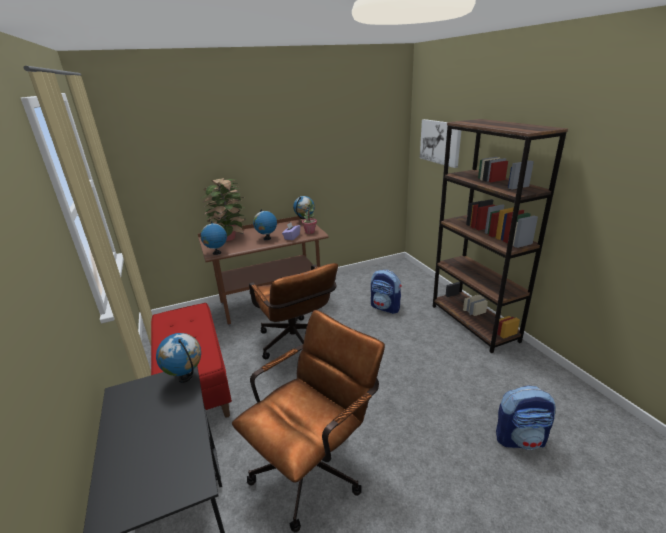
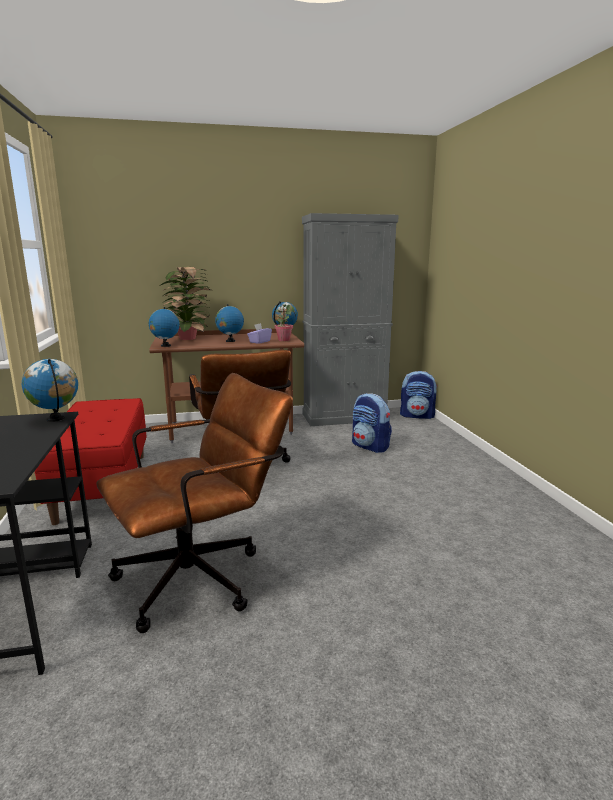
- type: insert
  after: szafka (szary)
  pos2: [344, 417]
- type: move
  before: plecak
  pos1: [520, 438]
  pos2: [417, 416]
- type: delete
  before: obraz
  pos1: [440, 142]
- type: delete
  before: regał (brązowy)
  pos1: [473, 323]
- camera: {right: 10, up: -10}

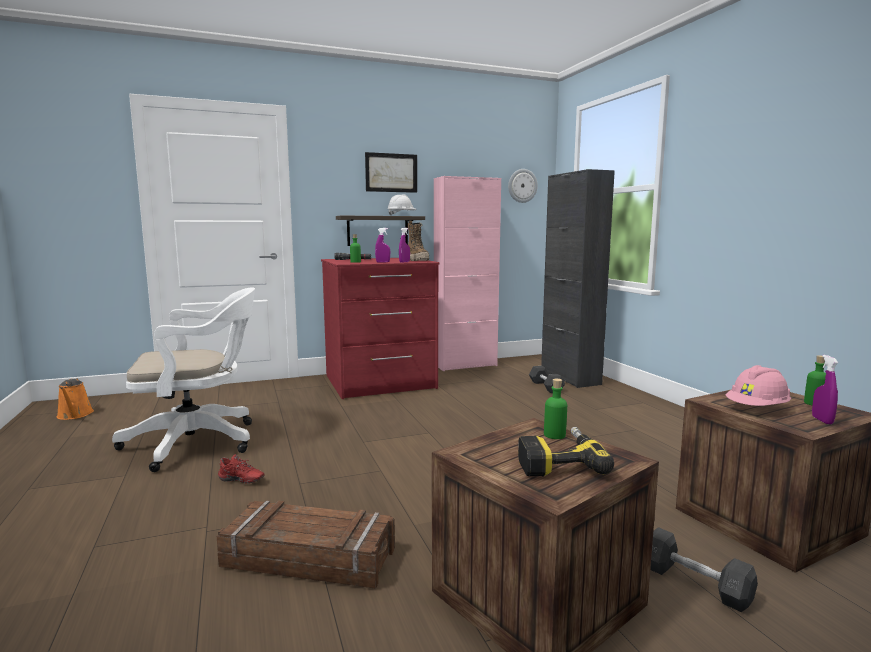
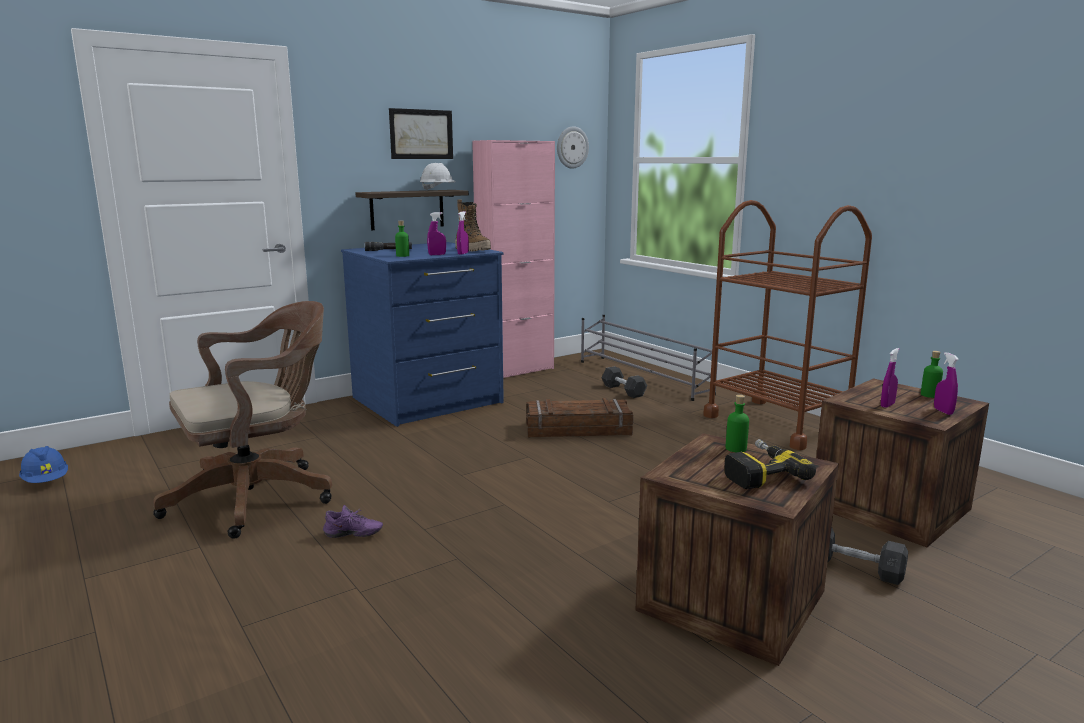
- type: replace
  before: konewka (pomarańczowy)
  after: kask (niebieski)
  pos1: [74, 415]
  pos2: [46, 481]
- type: recolor
  before: krzesło biurowe (biały)
  after: krzesło biurowe (brązowy)
  pos1: [199, 442]
  pos2: [259, 497]
- type: recolor
  before: but (czerwony)
  after: but (fioletowy)
  pos1: [240, 481]
  pos2: [353, 536]
- type: recolor
  before: komoda (czerwony)
  after: komoda (niebieski)
  pos1: [380, 382]
  pos2: [428, 401]
- type: move
  before: skrzynka
  pos1: [310, 557]
  pos2: [578, 429]
- type: replace
  before: szafka (czarny)
  after: regał na buty (szary)
  pos1: [570, 377]
  pos2: [643, 377]
- type: insert
  after: wózek (brązowy)
  pos2: [777, 423]
- type: replace
  before: kask (różowy)
  after: spryskiwacz (fioletowy)
  pos1: [757, 409]
  pos2: [887, 405]
- camera: {right: -15, up: 5}

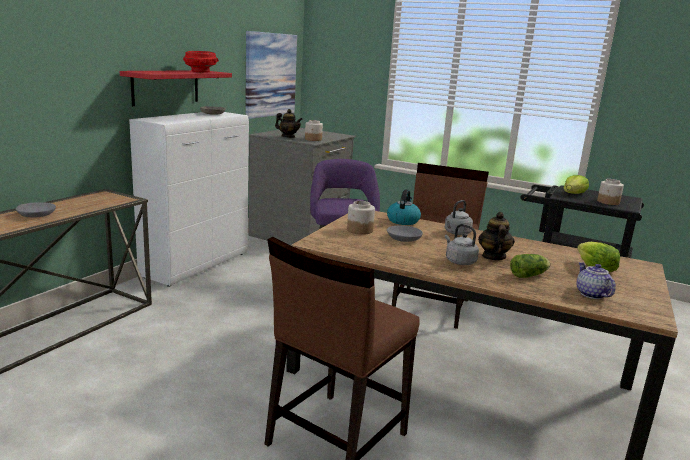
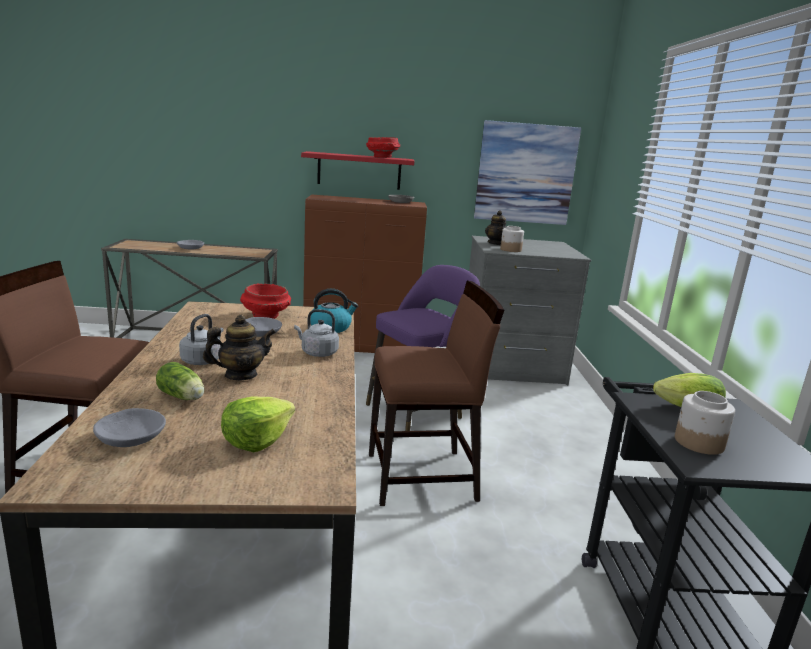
- type: replace
  before: imbryk
  after: miska (szary)
  pos1: [590, 294]
  pos2: [131, 436]
- type: replace
  before: słoik
  after: miska (czerwony)
  pos1: [359, 230]
  pos2: [266, 316]
- type: recolor
  before: szafka (biały)
  after: szafka (brązowy)
  pos1: [197, 265]
  pos2: [361, 347]
- camera: {right: 60, up: 0}

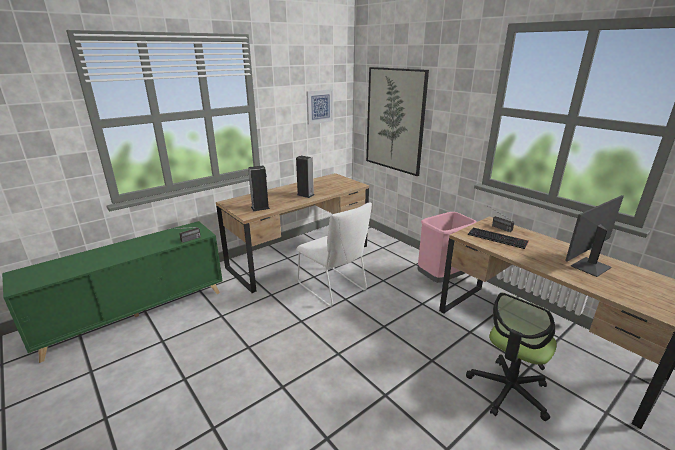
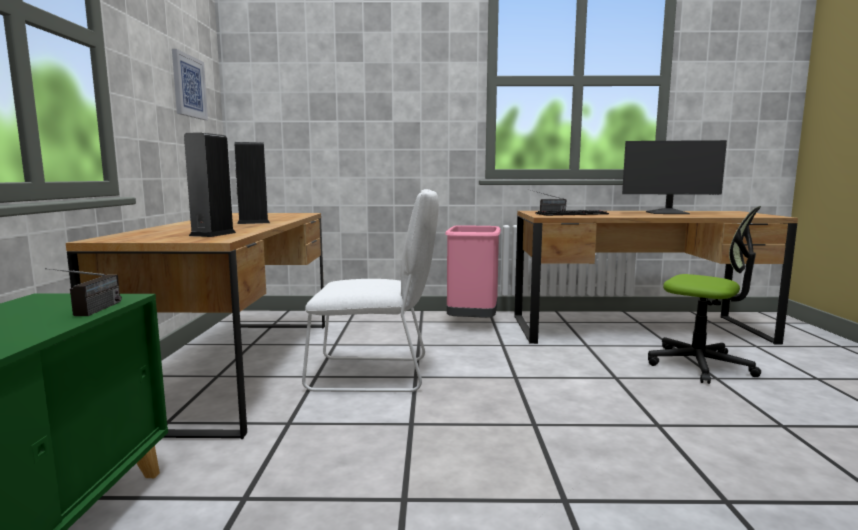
- type: rotate
  before: monitor
  pos1: [589, 266]
  pos2: [668, 213]
  turn: -90
- type: rotate
  before: krzesło biurowe
  pos1: [508, 390]
  pos2: [700, 365]
  turn: -45
- type: delete
  before: obraz
  pos1: [395, 120]
- camera: {right: -50, up: -15}

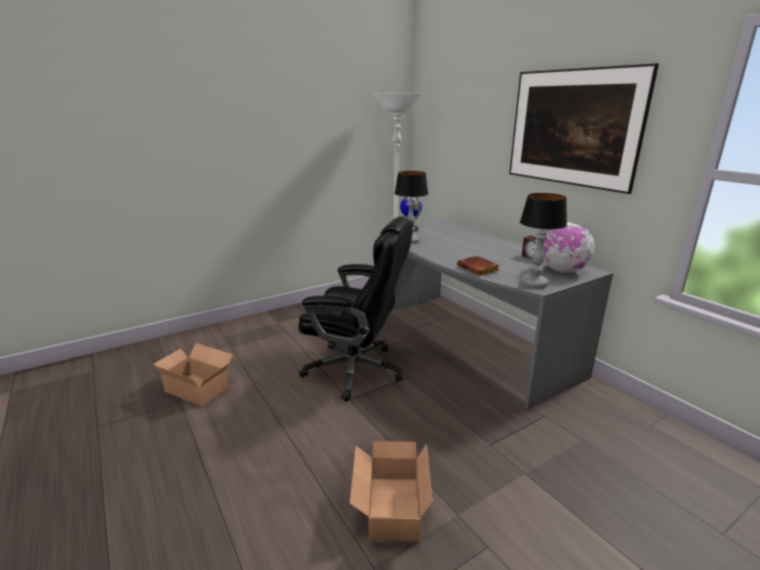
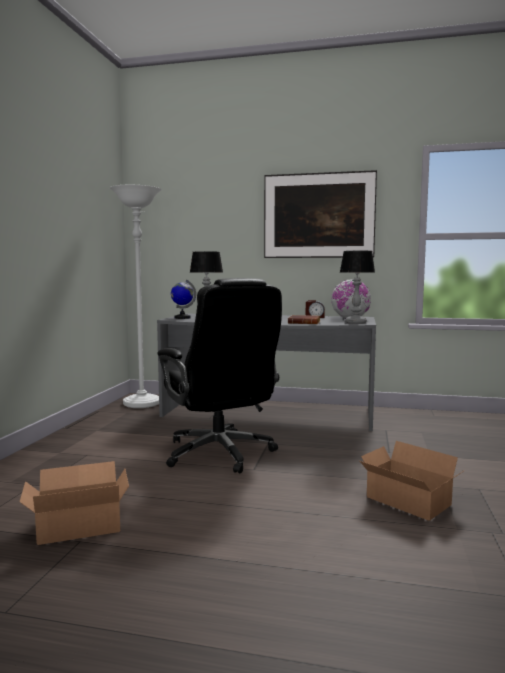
- type: rotate
  before: krzesło biurowe (czarny)
  pos1: [356, 370]
  pos2: [220, 453]
  turn: 90
- camera: {right: -45, up: -15}

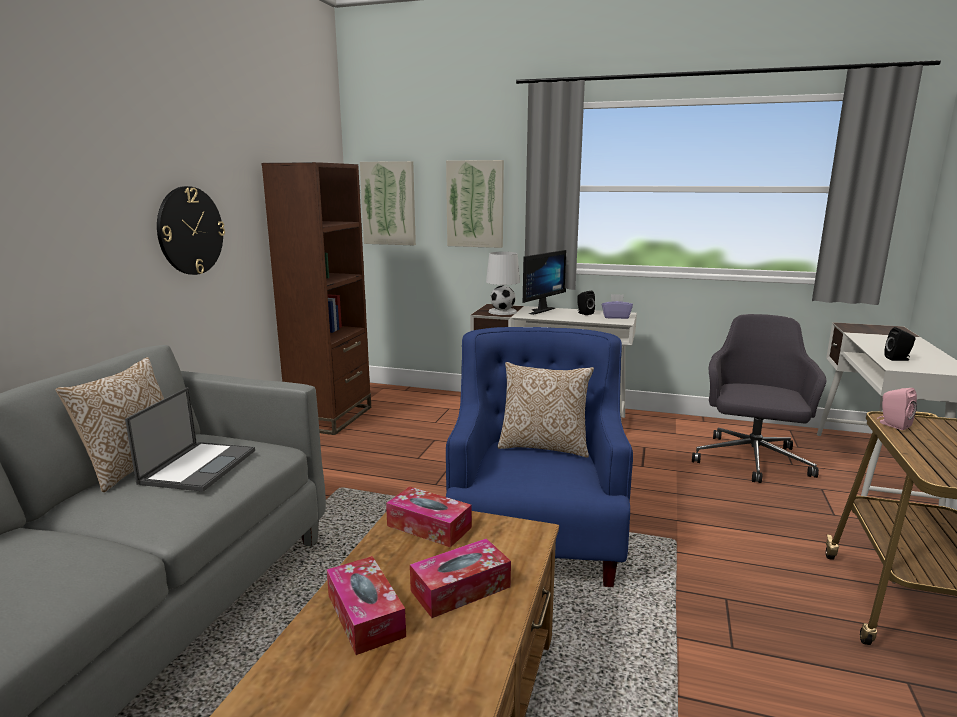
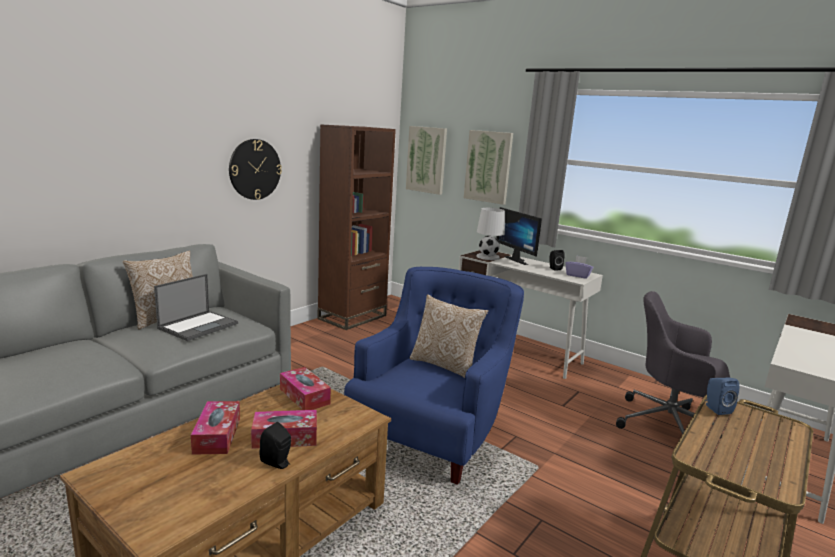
- type: move
  before: głośnik (czarny)
  pos1: [898, 359]
  pos2: [277, 463]
- type: rotate
  before: monitor
  pos1: [538, 310]
  pos2: [518, 260]
  turn: 90
- type: rotate
  before: krzesło biurowe (szary)
  pos1: [751, 461]
  pos2: [669, 425]
  turn: -105
- type: recolor
  before: głośnik (różowy)
  after: głośnik (niebieski)
  pos1: [892, 424]
  pos2: [715, 409]
- camera: {right: 20, up: 0}

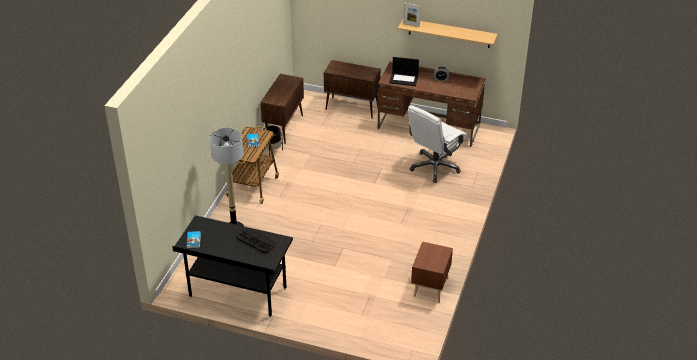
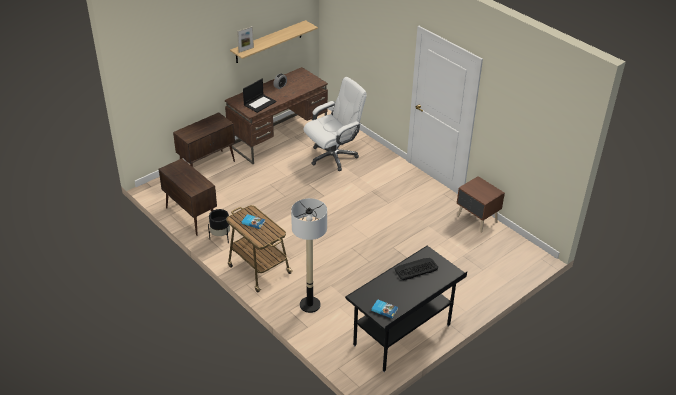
- type: rotate
  before: krzesło biurowe (biały)
  pos1: [434, 167]
  pos2: [333, 156]
  turn: -105
- camera: {right: -60, up: 0}

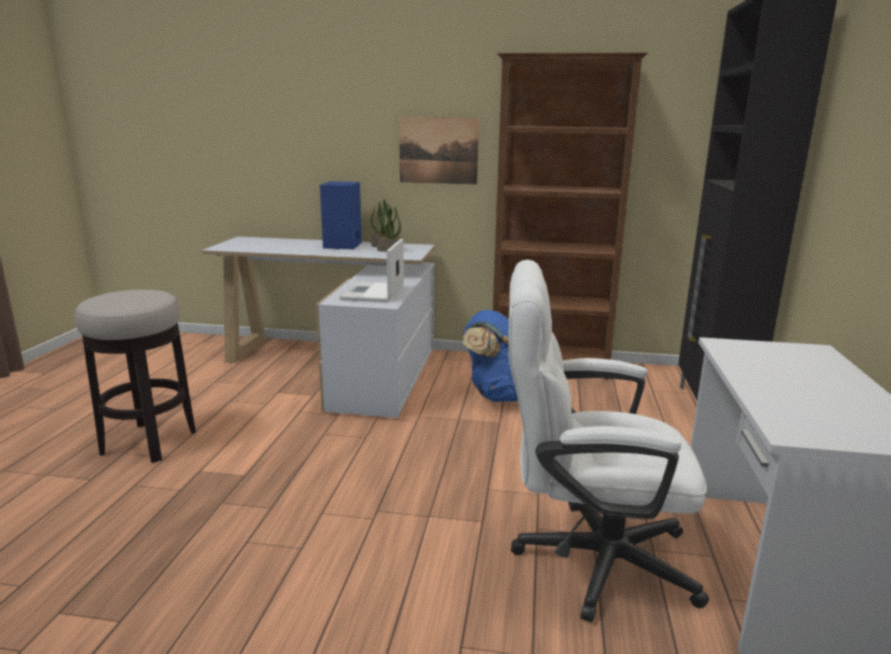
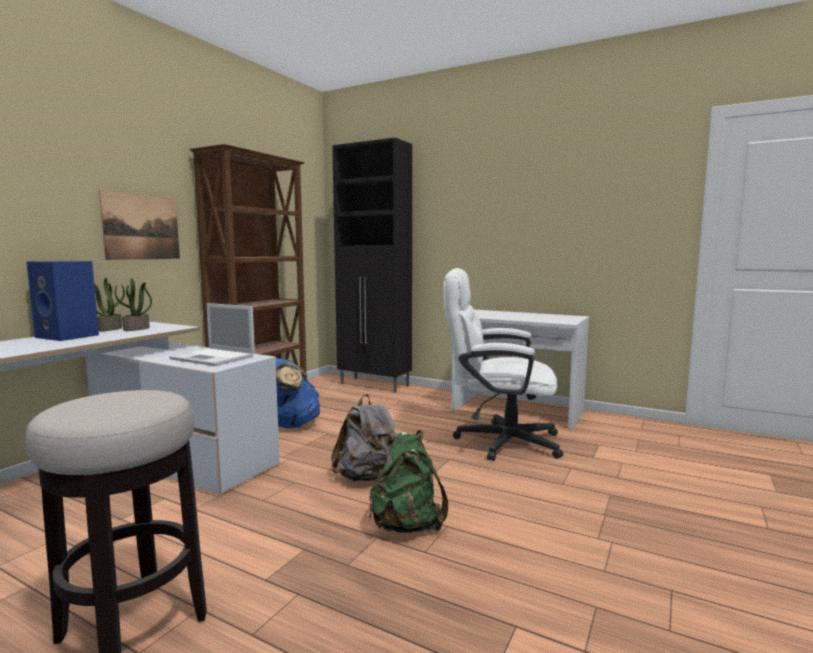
- type: insert
  after: plecak (szary)
  pos2: [369, 478]
- type: insert
  after: plecak (zielony)
  pos2: [407, 525]
- type: rotate
  before: krzesło biurowe (biały)
  pos1: [587, 558]
  pos2: [497, 441]
  turn: 75
- camera: {right: -70, up: -10}

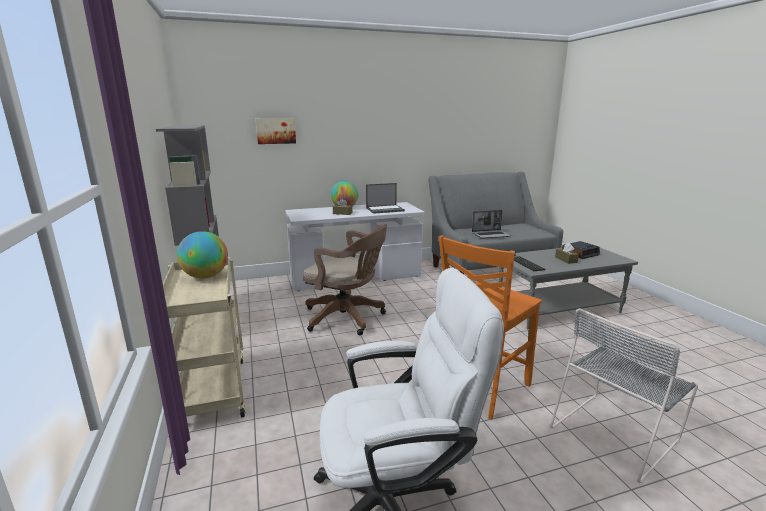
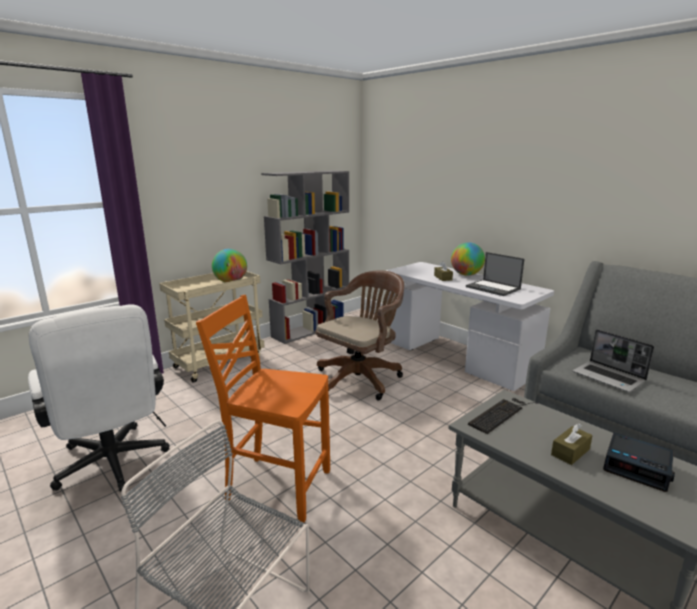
- type: rotate
  before: krzesło biurowe (brązowy)
  pos1: [347, 318]
  pos2: [361, 378]
  turn: -135
- type: delete
  before: obraz
  pos1: [276, 131]
- camera: {right: 65, up: 0}

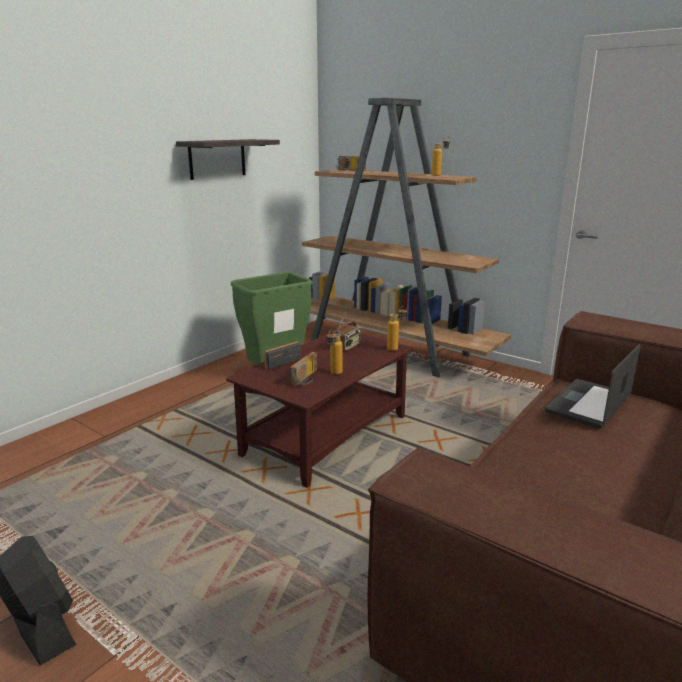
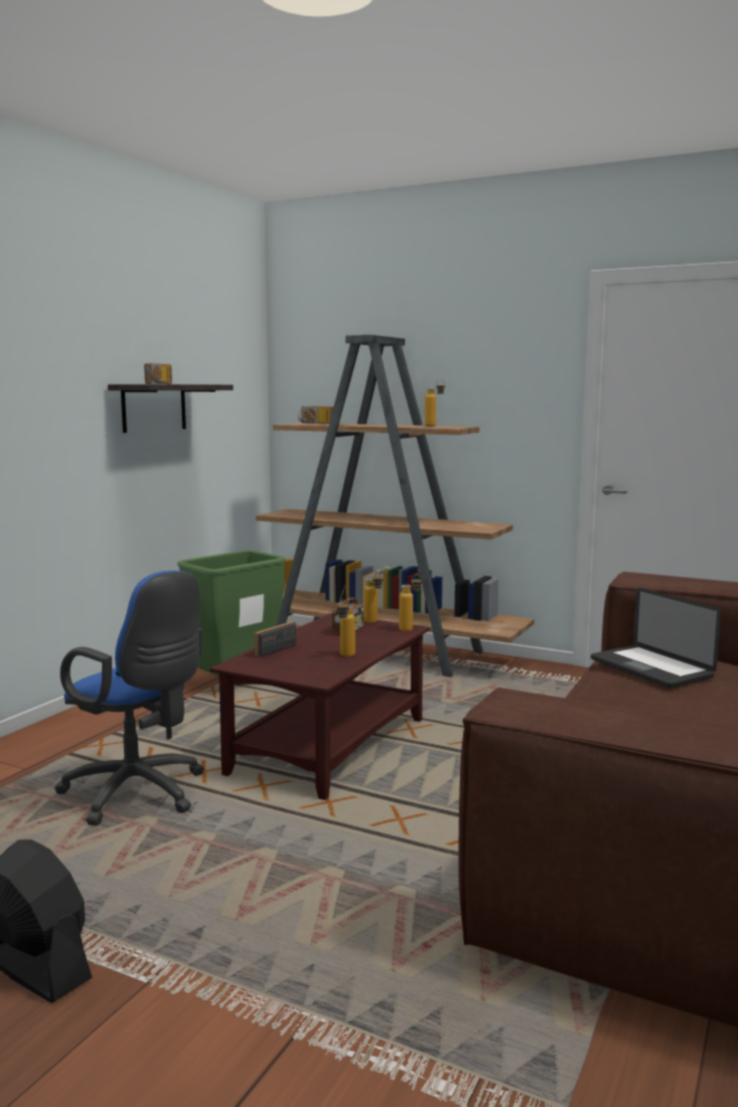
- type: insert
  after: krzesło biurowe (niebieski)
  pos2: [139, 795]
- type: move
  before: radio
  pos1: [307, 378]
  pos2: [162, 384]
- type: insert
  after: butelka
  pos2: [374, 623]
- type: rotate
  before: laptop
  pos1: [588, 404]
  pos2: [650, 668]
  turn: -60
- camera: {right: -10, up: -10}

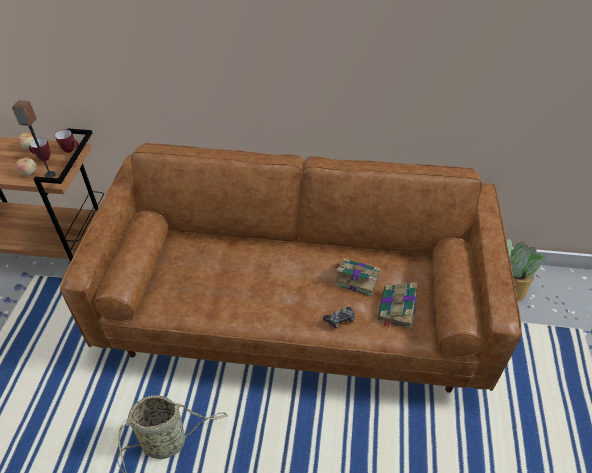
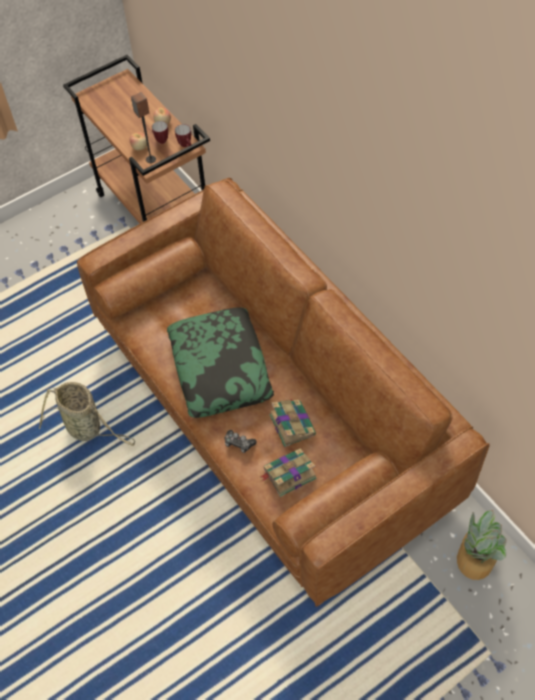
- type: insert
  after: poduszka
  pos2: [220, 369]
- camera: {right: 50, up: 10}

